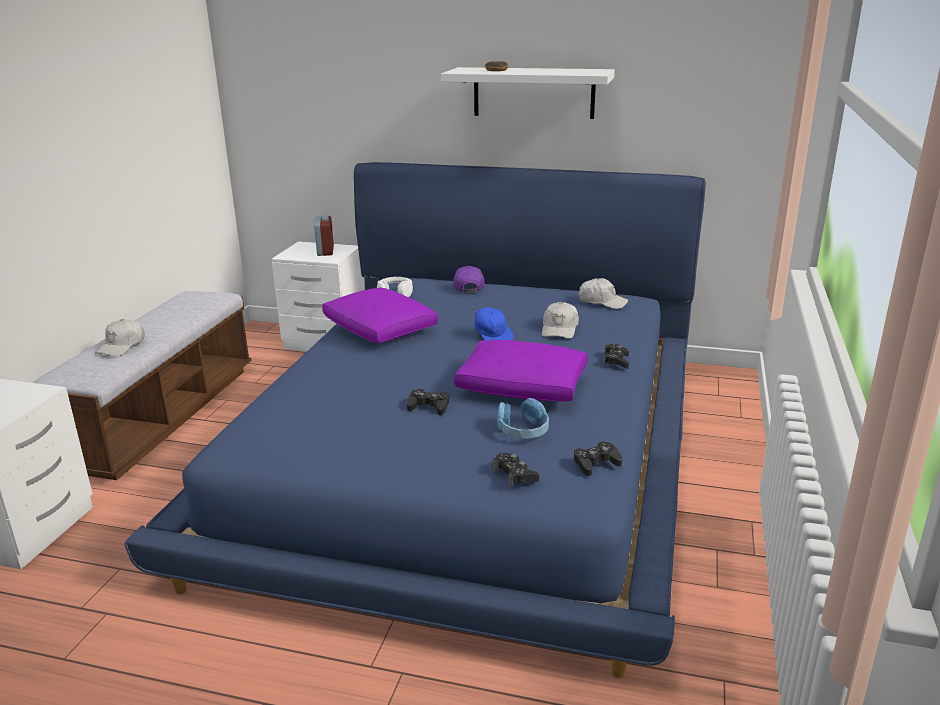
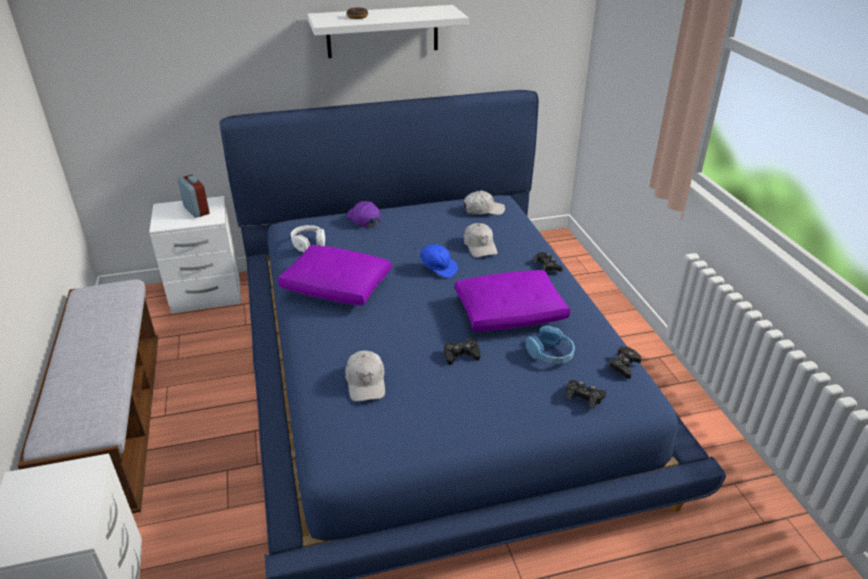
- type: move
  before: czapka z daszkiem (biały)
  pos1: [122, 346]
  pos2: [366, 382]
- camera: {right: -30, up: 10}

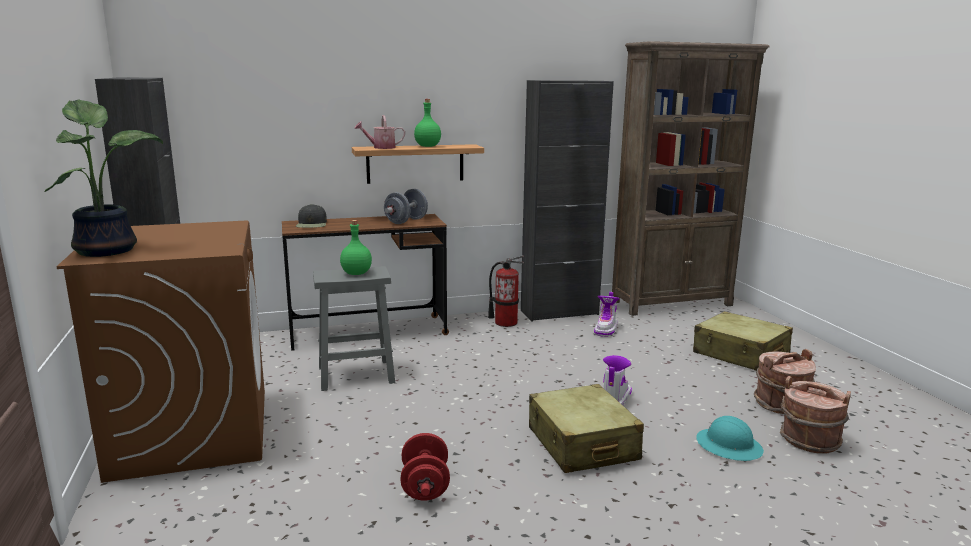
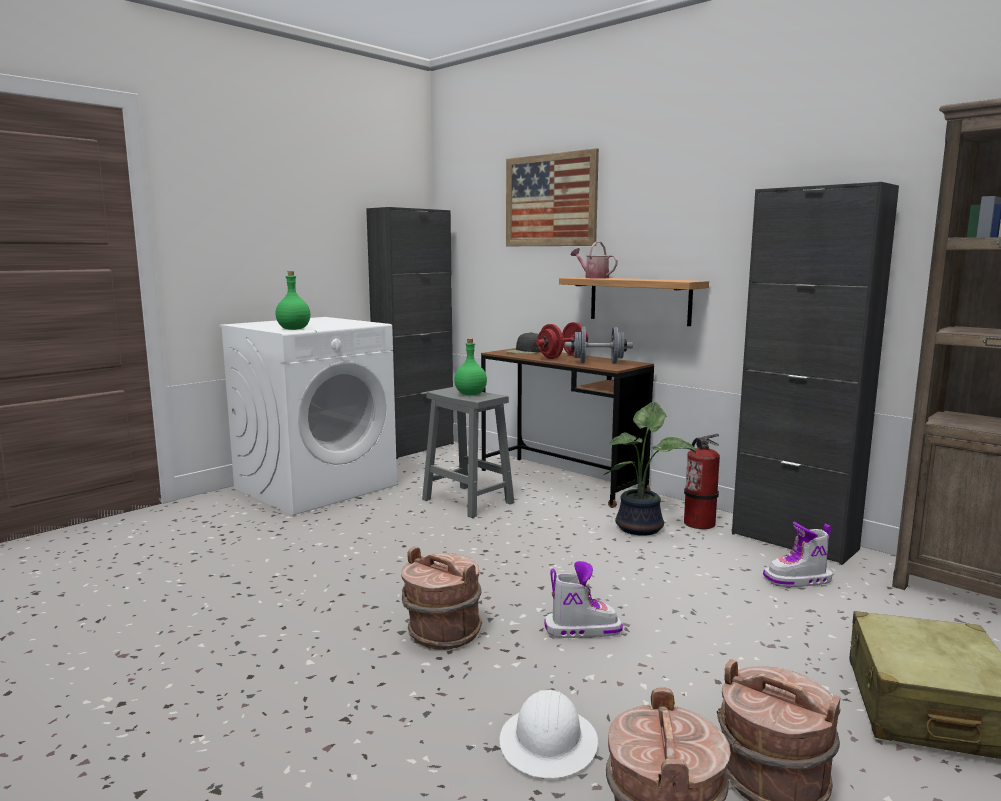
- type: recolor
  before: pralka (brązowy)
  after: pralka (biały)
  pos1: [192, 431]
  pos2: [316, 486]
- type: move
  before: butelka (zielony)
  pos1: [428, 146]
  pos2: [294, 329]
- type: replace
  before: walizka (beżowy)
  after: wiadro (brązowy)
  pos1: [582, 444]
  pos2: [442, 633]
- type: recolor
  before: kask (turkusowy)
  after: kask (biały)
  pos1: [729, 446]
  pos2: [549, 743]
- type: insert
  after: obraz
  pos2: [550, 200]
- type: move
  before: hantel (czerwony)
  pos1: [425, 486]
  pos2: [562, 357]
- type: move
  before: roślina doniczkowa
  pos1: [108, 249]
  pos2: [642, 527]
- camera: {right: 60, up: -5}

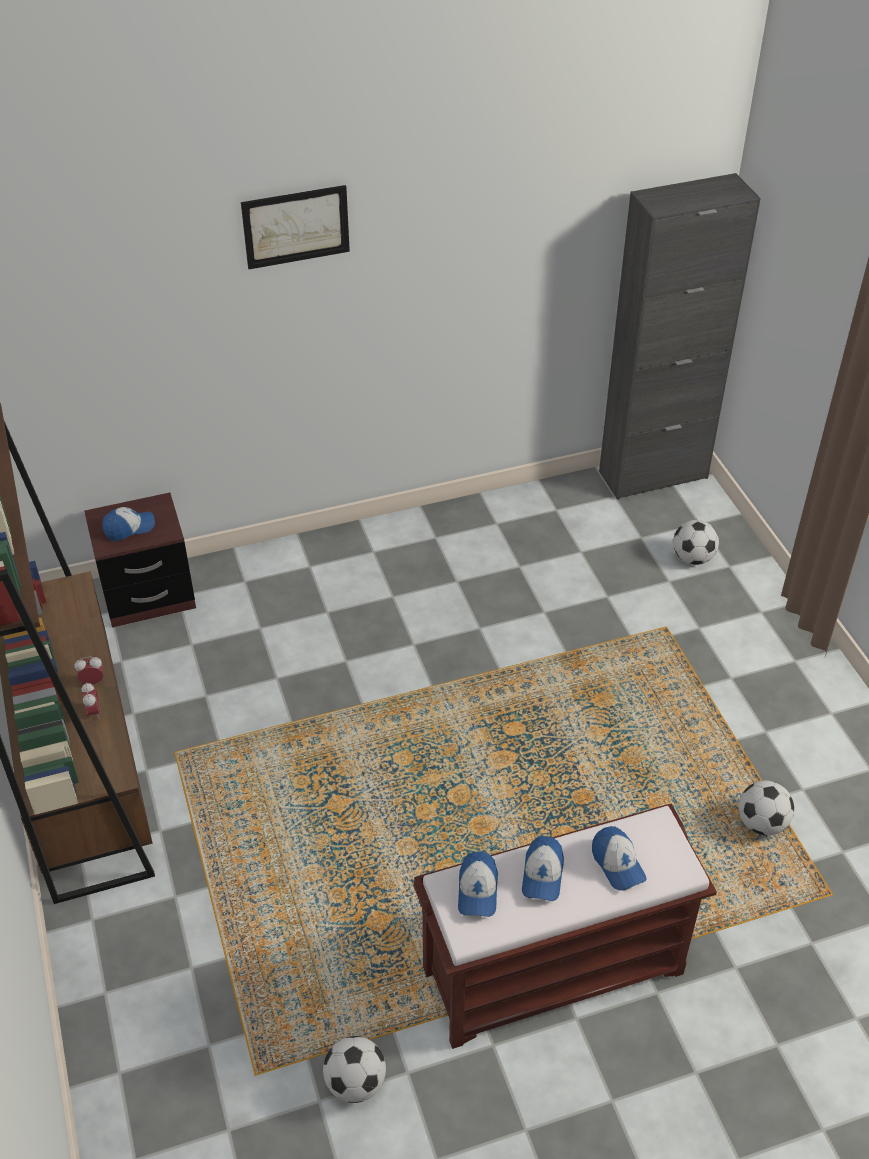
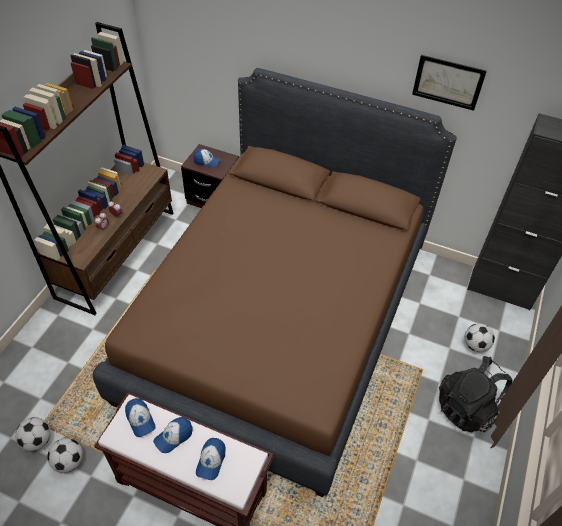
- type: move
  before: piłka futbolowa
  pos1: [761, 823]
  pos2: [37, 441]
- type: insert
  after: łóżko (brązowy)
  pos2: [279, 321]
- type: rotate
  before: czapka z daszkiem
  pos1: [477, 890]
  pos2: [140, 420]
  turn: -75
- type: move
  before: obraz
  pos1: [296, 226]
  pos2: [448, 82]
- type: insert
  after: plecak (czarny)
  pos2: [468, 407]
- camera: {right: 40, up: 5}

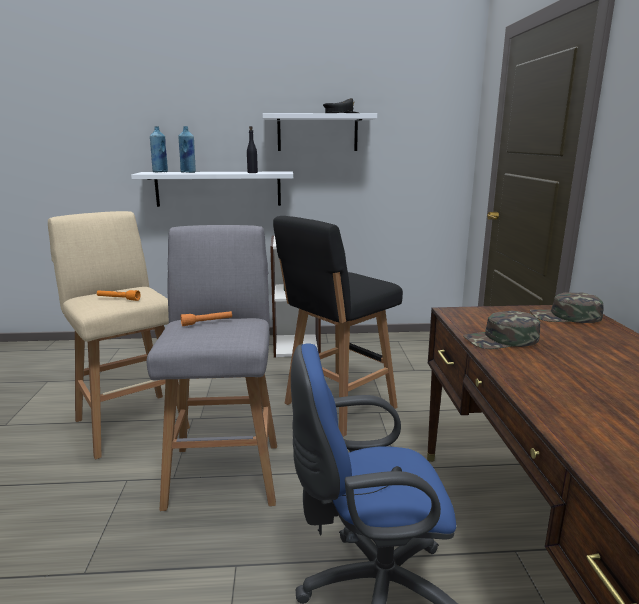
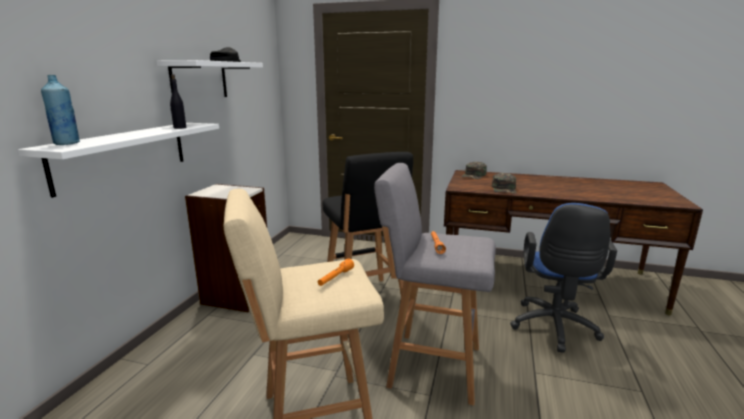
- type: delete
  before: butelka (niebieski)
  pos1: [188, 172]
- camera: {right: -70, up: 0}

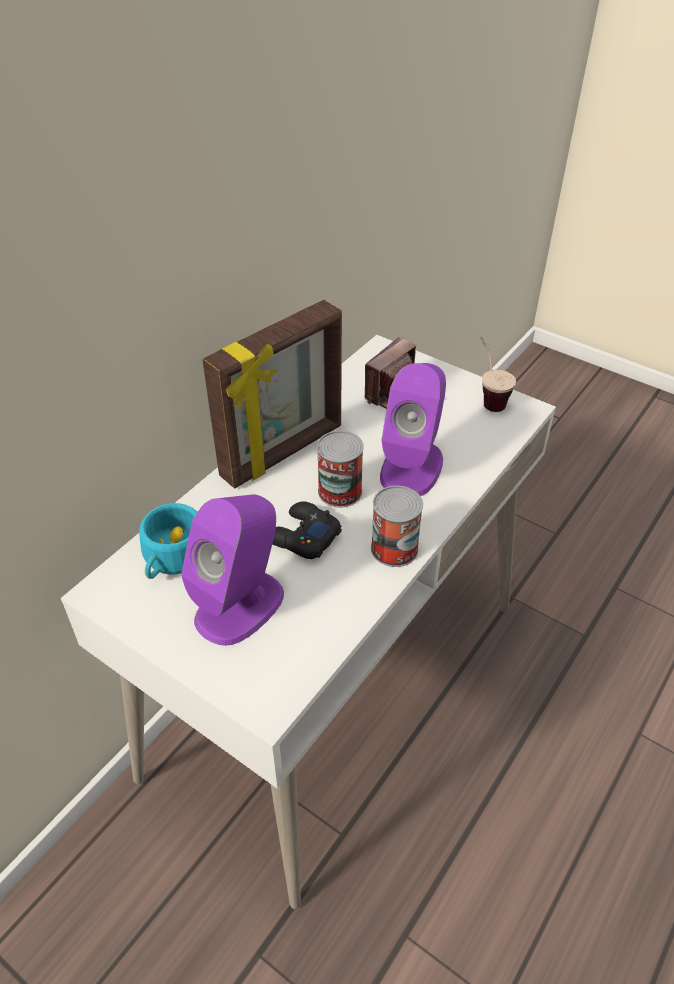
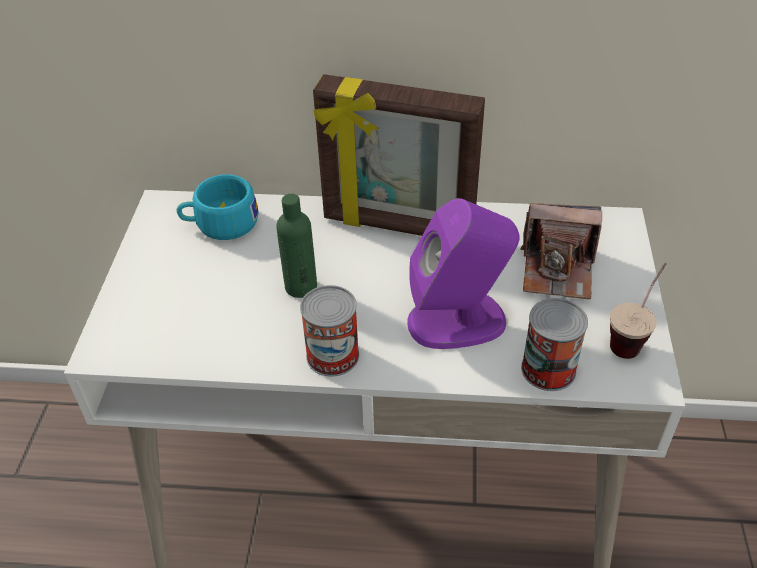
- type: replace
  before: pad do gier (czarny)
  after: butelka (zielony)
  pos1: [302, 537]
  pos2: [301, 287]
- type: move
  before: puszka
  pos1: [340, 491]
  pos2: [548, 369]
- type: delete
  before: głośnik (fioletowy)
  pos1: [240, 605]
- camera: {right: 60, up: 0}

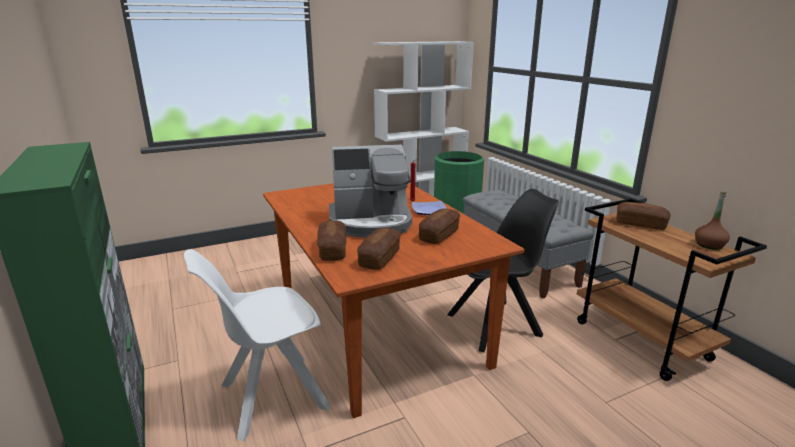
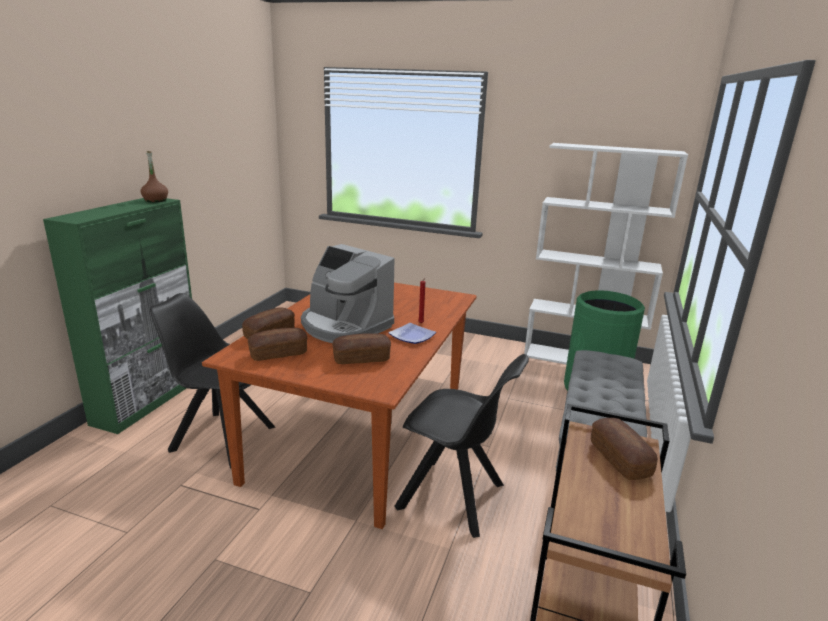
- type: move
  before: butelka (brązowy)
  pos1: [709, 245]
  pos2: [155, 200]
- type: recolor
  before: krzesło (biały)
  after: krzesło (czarny)
  pos1: [270, 397]
  pos2: [221, 438]
- camera: {right: 45, up: 0}

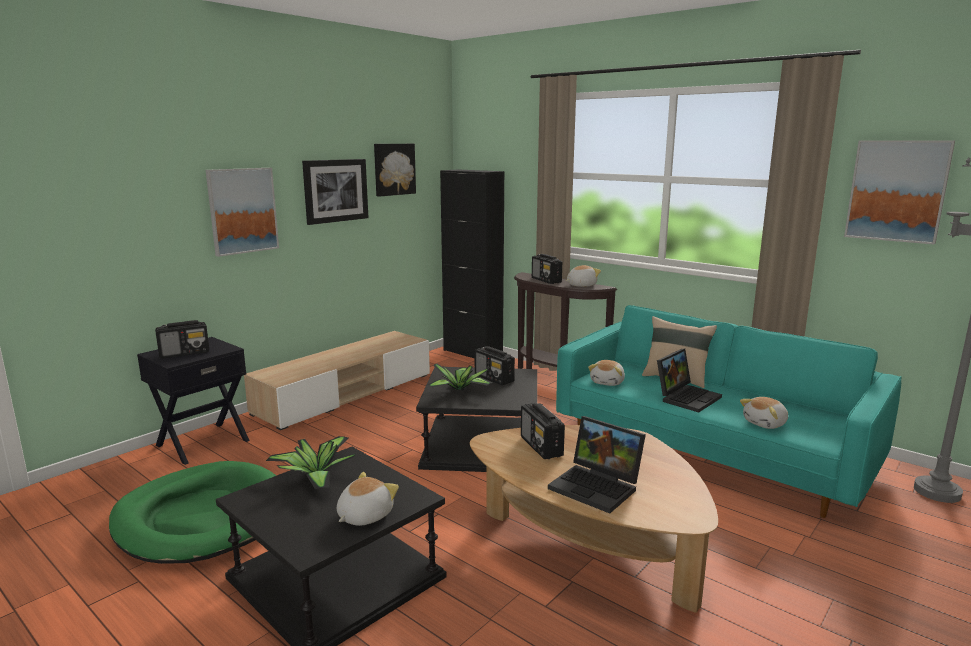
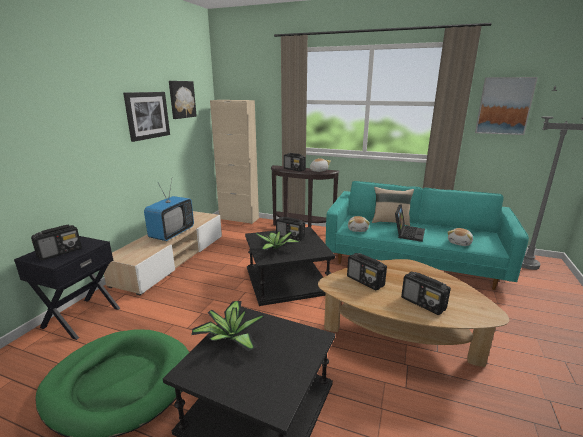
- type: insert
  after: telewizor
  pos2: [172, 233]
- type: recolor
  before: szafka (czarny)
  after: szafka (beżowy)
  pos1: [472, 353]
  pos2: [239, 218]
- type: replace
  before: laptop
  after: radio
  pos1: [598, 487]
  pos2: [423, 304]
- type: delete
  before: obraz
  pos1: [242, 210]
- type: delete
  before: pluszak
  pos1: [364, 516]
- camera: {right: -20, up: 5}

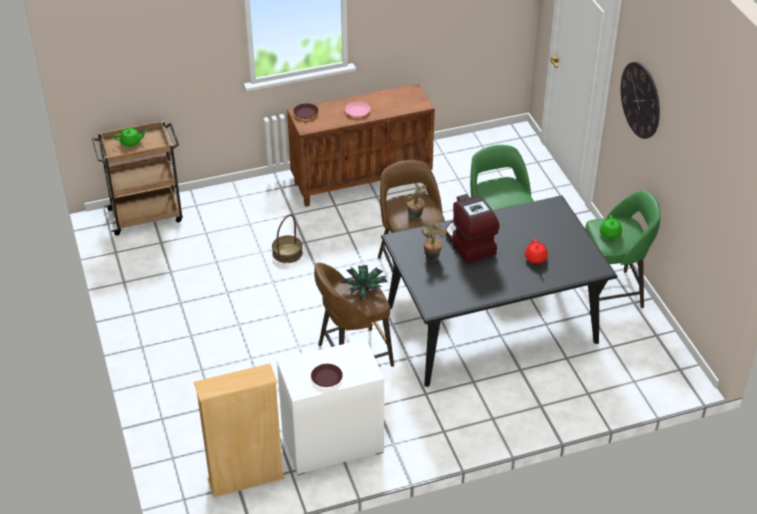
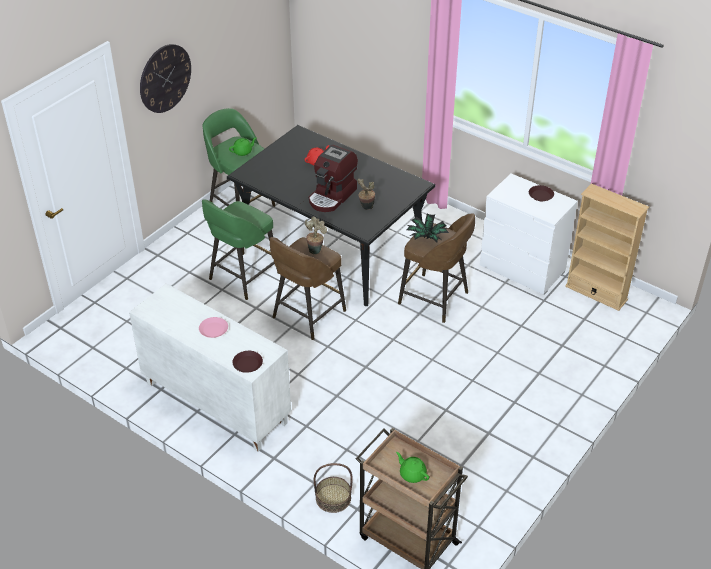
- type: recolor
  before: szafka (brązowy)
  after: szafka (biały)
  pos1: [362, 181]
  pos2: [214, 403]
- type: move
  before: koszyk
  pos1: [287, 253]
  pos2: [333, 498]
- camera: {right: -125, up: 0}

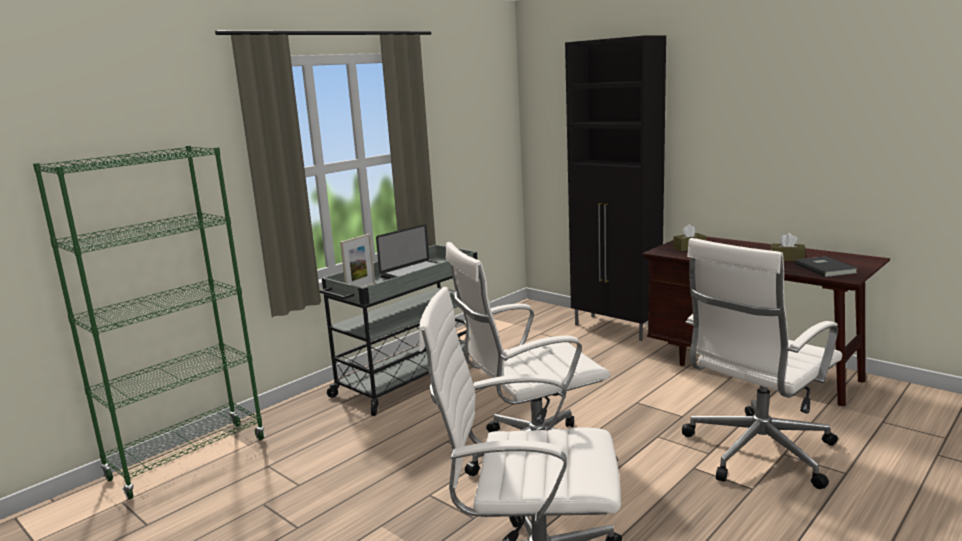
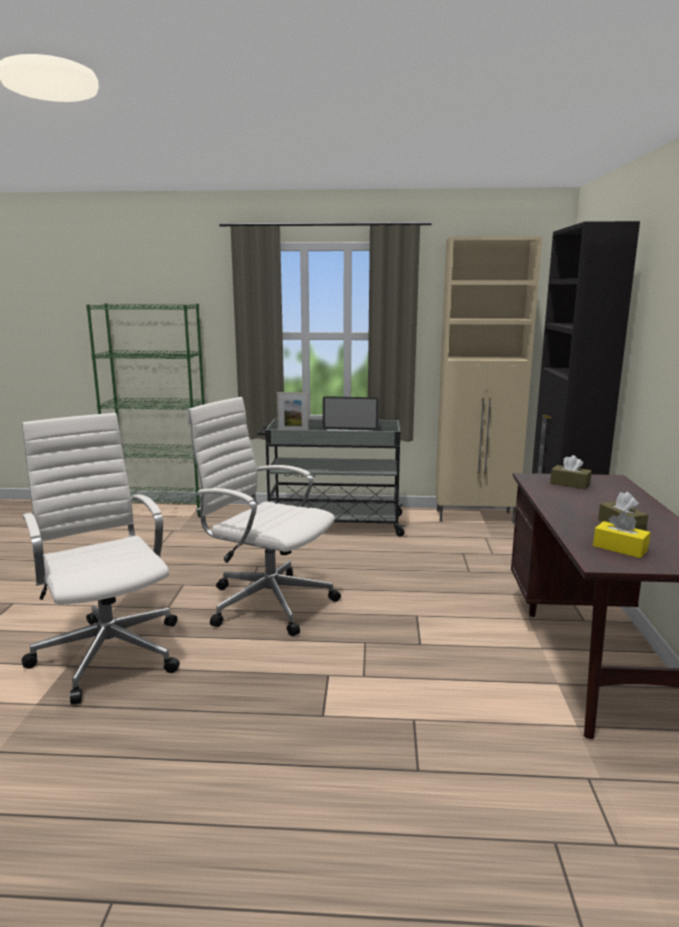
- type: insert
  after: szafka (beżowy)
  pos2: [476, 517]
- type: replace
  before: książka (szary)
  after: pudełko chusteczek (żółty)
  pos1: [826, 268]
  pos2: [620, 548]
- type: delete
  before: krzesło biurowe (biały)
  pos1: [756, 453]
- camera: {right: 50, up: 0}

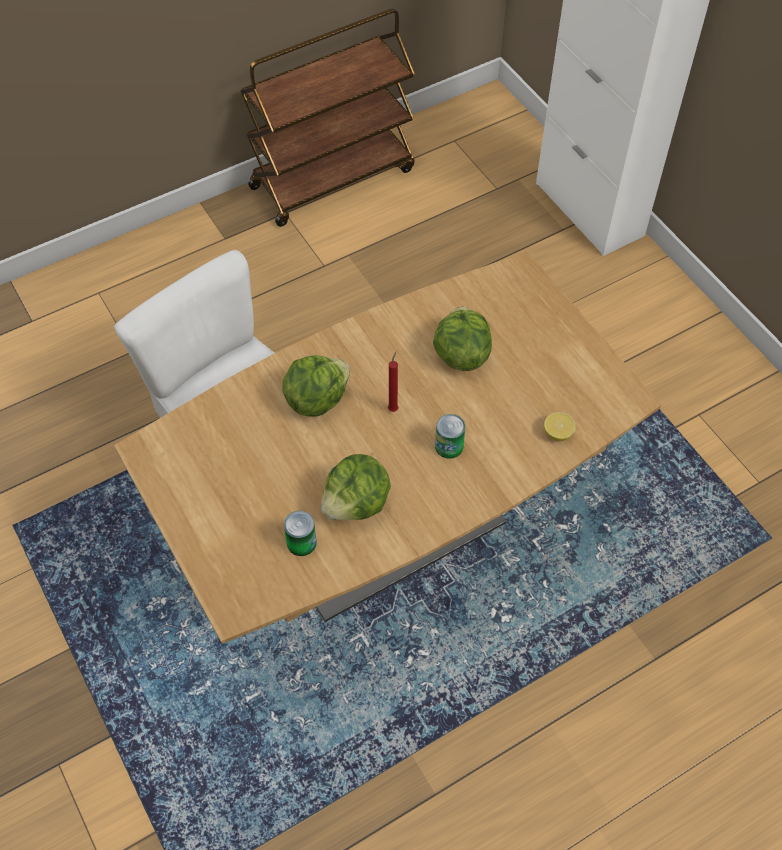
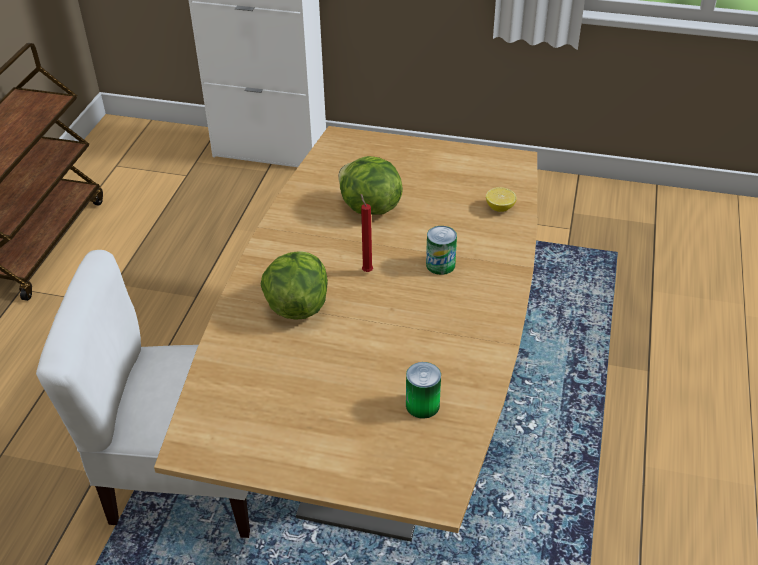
- type: delete
  before: sałata
  pos1: [357, 504]
- camera: {right: -45, up: -15}

